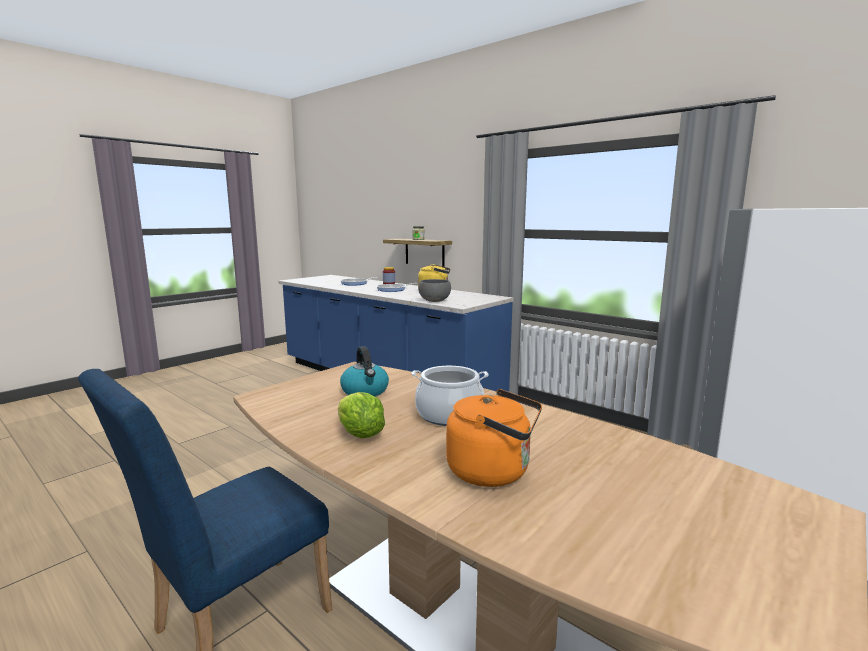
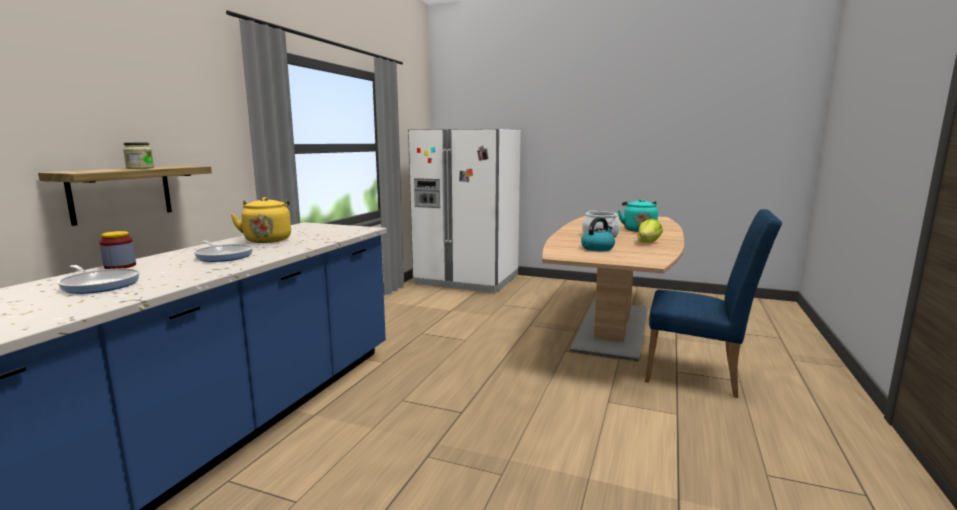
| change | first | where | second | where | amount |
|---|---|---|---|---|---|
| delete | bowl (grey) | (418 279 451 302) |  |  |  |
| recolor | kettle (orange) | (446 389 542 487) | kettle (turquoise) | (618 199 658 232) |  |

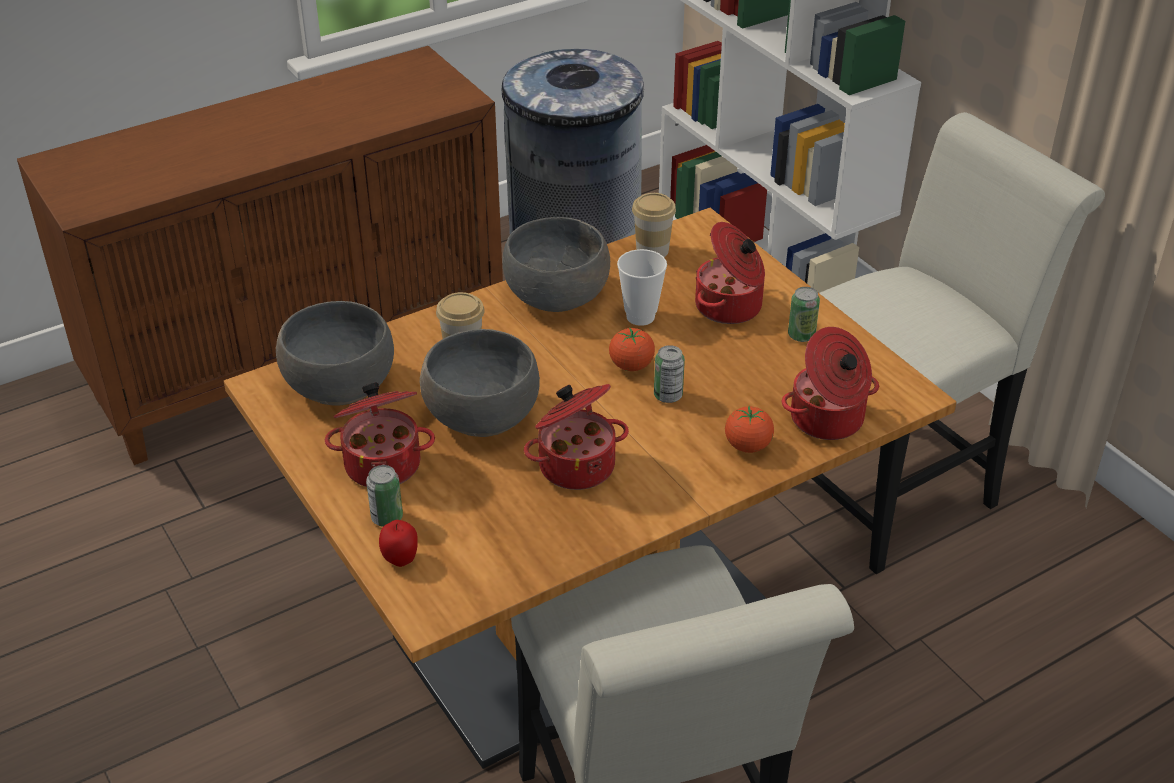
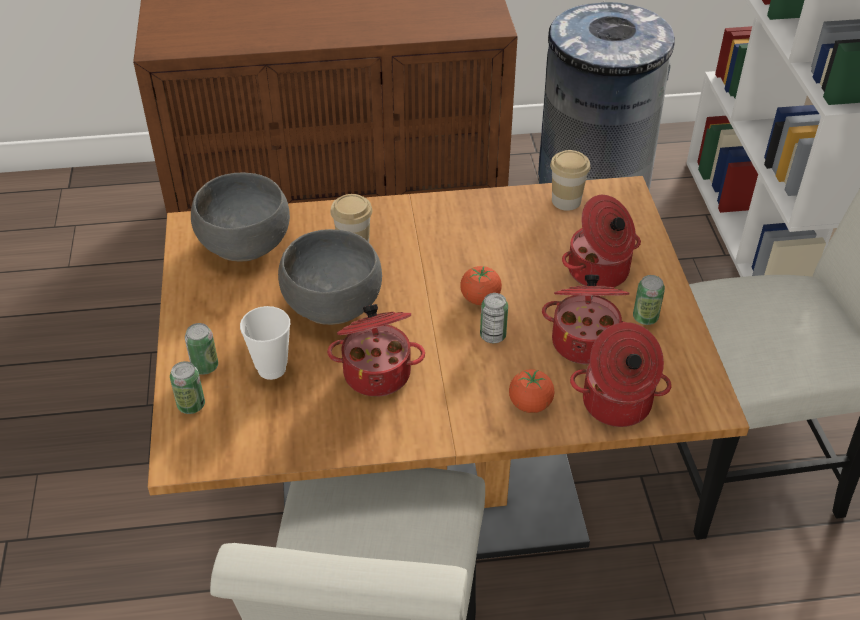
| change | first | where | second | where | amount |
|---|---|---|---|---|---|
| delete | bowl (grey) | (502 217 610 312) |  |  |  |
| move | cooking pot | (325 382 435 487) |  | (542 275 630 365) |  |
| move | cup | (617 249 667 326) |  | (240 306 290 380) |  |
| replace | apple | (379 520 418 567) | can | (170 361 205 414) |  |

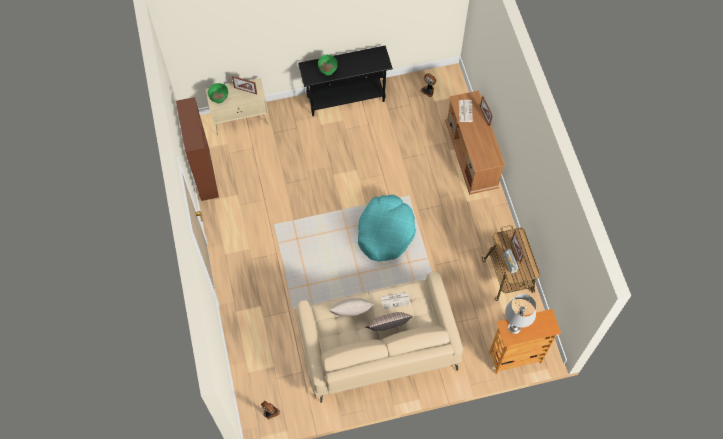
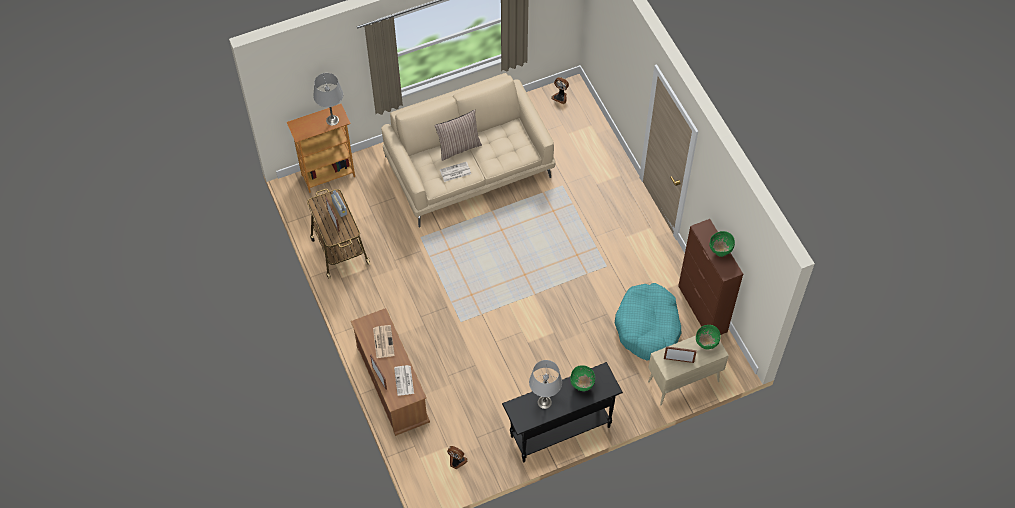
| change | first | where | second | where | amount |
|---|---|---|---|---|---|
| delete | pillow (beige) | (330 298 374 316) |  |  |  |
| insert |  |  | newspaper | (373 325 395 358) |  |
| insert |  |  | table lamp (grey) | (529 360 562 409) |  |
| insert |  |  | bowl (green) | (710 231 735 257) |  |
| move | dog bed (turquoise) | (358 195 416 262) |  | (615 283 682 361) |  |

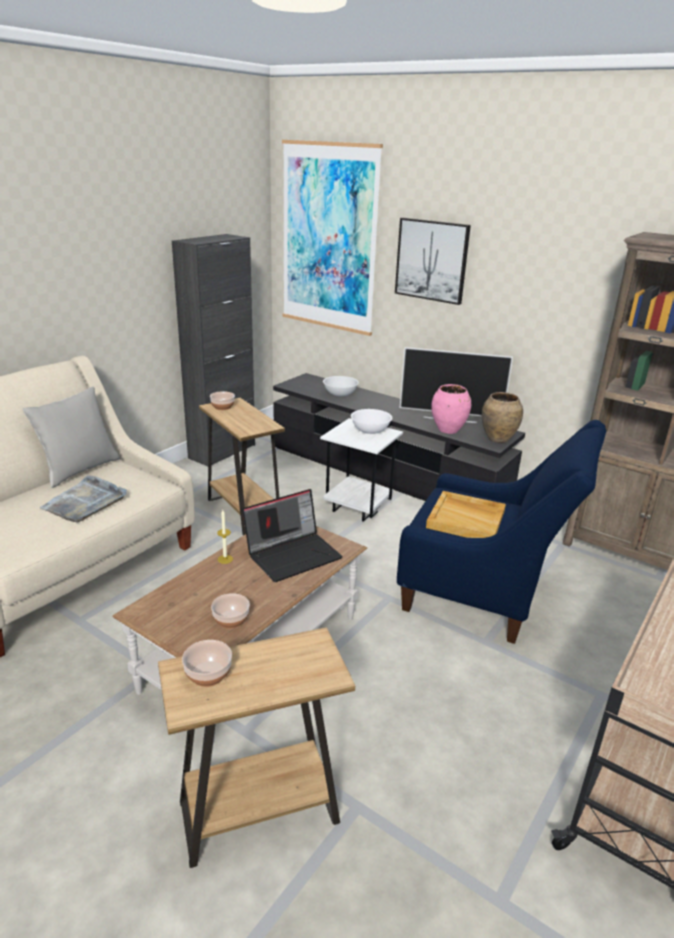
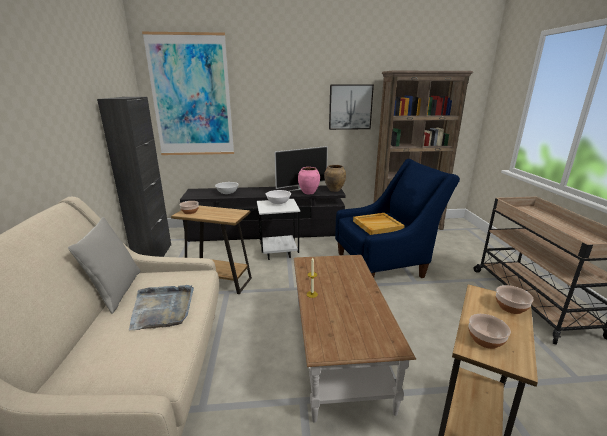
| change | first | where | second | where | amount |
|---|---|---|---|---|---|
| delete | laptop | (242 489 343 582) |  |  |  |
| move | bowl | (211 593 250 628) |  | (496 285 534 314) |  |
| move | picture | (395 218 471 305) |  | (329 85 374 130) |  |

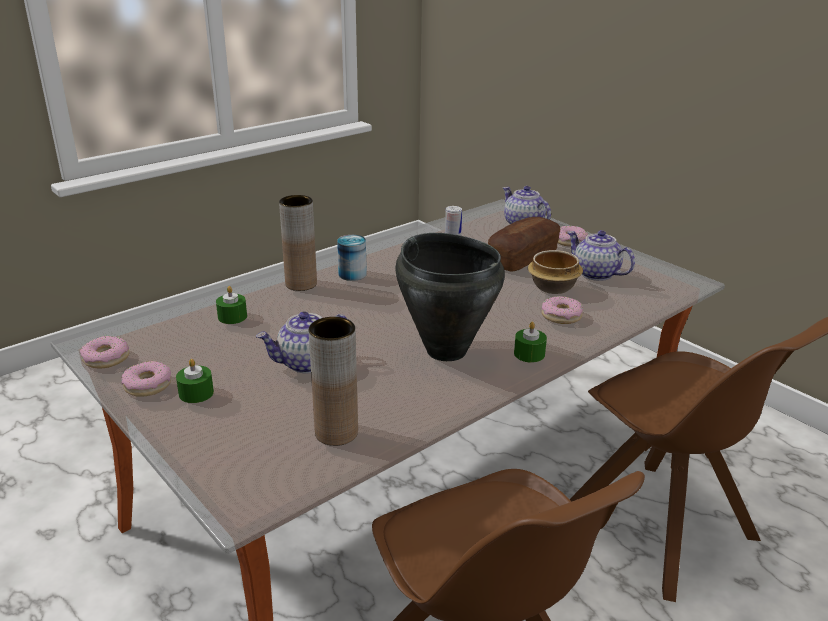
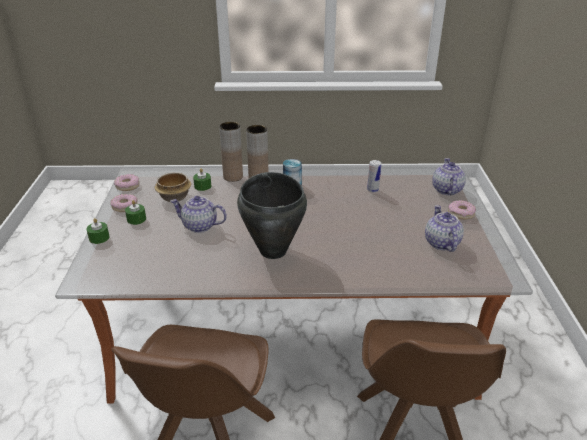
| change | first | where | second | where | amount |
|---|---|---|---|---|---|
| delete | bread | (488 217 560 271) |  |  |  |
| delete | donut | (542 296 583 324) |  |  |  |
| move | vase (brown) | (309 317 358 446) |  | (219 122 243 182) |  |
| move | candle (green) | (514 322 547 363) |  | (87 218 110 244) |  |
| move | bowl | (528 250 583 294) |  | (155 172 191 202) |  |

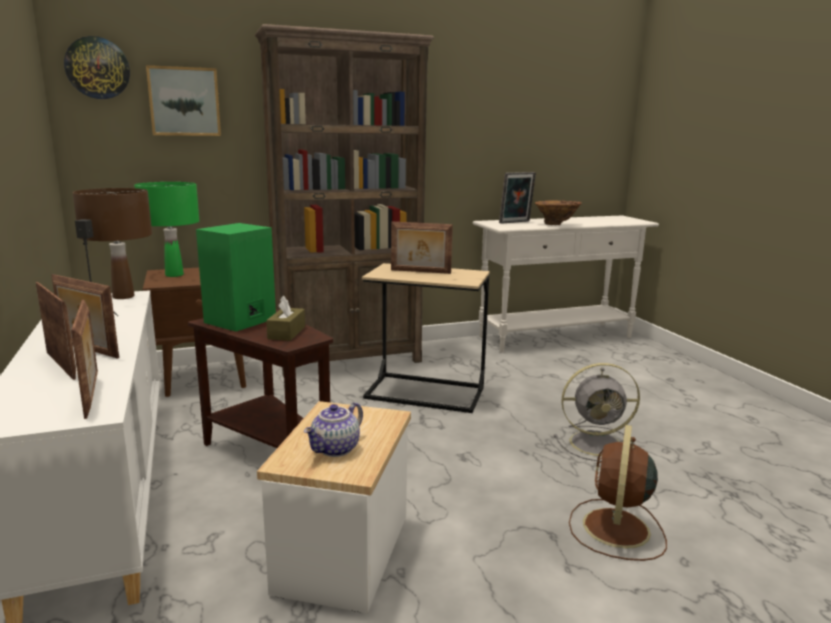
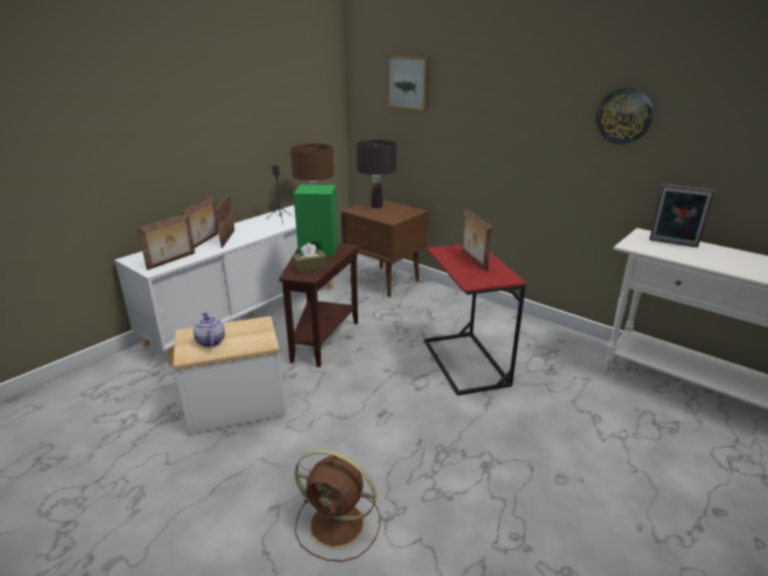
| change | first | where | second | where | amount |
|---|---|---|---|---|---|
| delete | bookcase (brown) | (255 24 434 377) |  |  |  |
| delete | vase (brown) | (535 200 582 225) |  |  |  |
| delete | fan (grey) | (554 363 640 462) |  |  |  |
| move | wall clock | (64 36 130 99) |  | (596 88 653 144) |  |
| recolor | table lamp (green) | (134 182 199 277) | table lamp (black) | (356 140 397 208) |  |
| recolor | side table (beige) | (362 263 490 413) | side table (red) | (424 244 526 396) |  |
| rotate | teapot | (304 402 363 457) |  | (193 312 225 347) | 60 degrees clockwise |
| rotate | fan (brown) | (569 425 667 561) |  | (295 449 381 562) | 150 degrees counterclockwise |

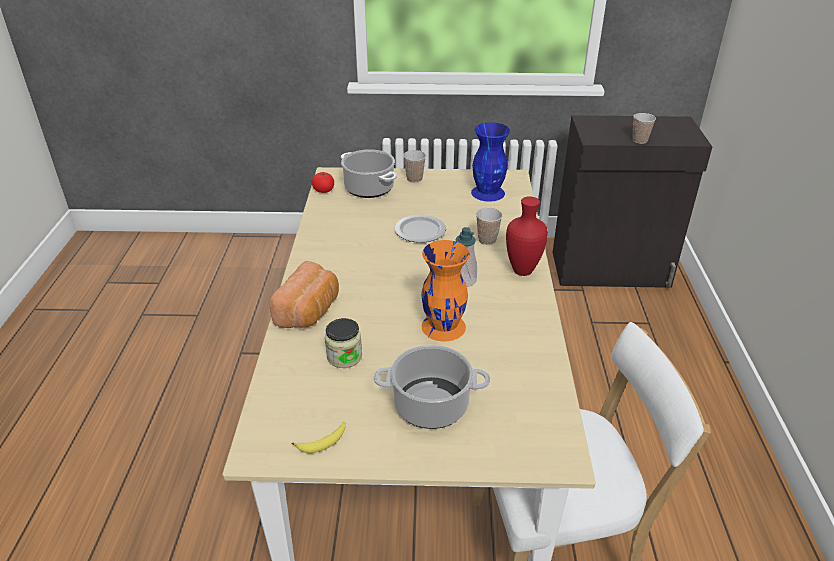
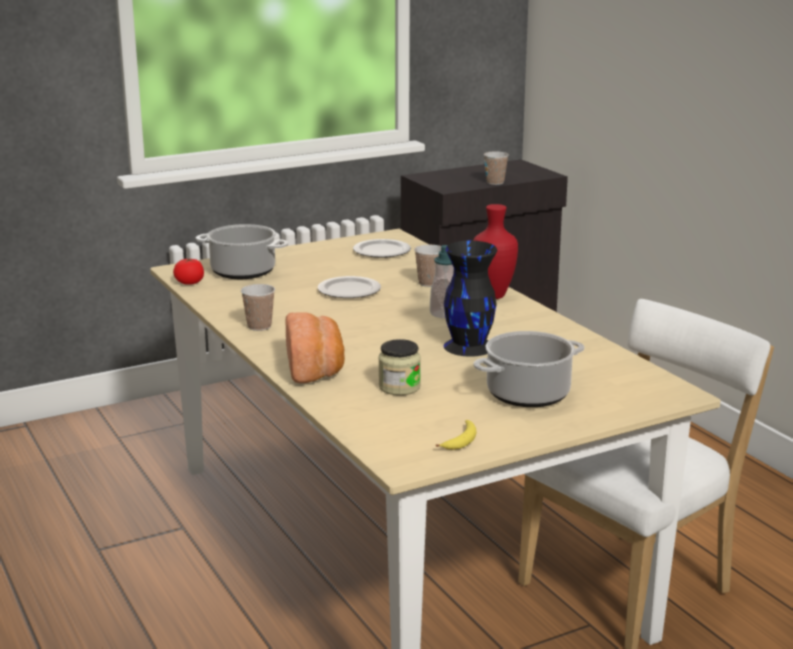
| change | first | where | second | where | amount |
|---|---|---|---|---|---|
| move | cup | (403 150 426 183) |  | (241 284 275 331) |  |
| replace | vase (blue) | (471 122 510 201) | plate | (353 239 411 258) |  |
| recolor | vase (orange) | (421 240 470 342) | vase (black) | (444 241 497 357) |  |

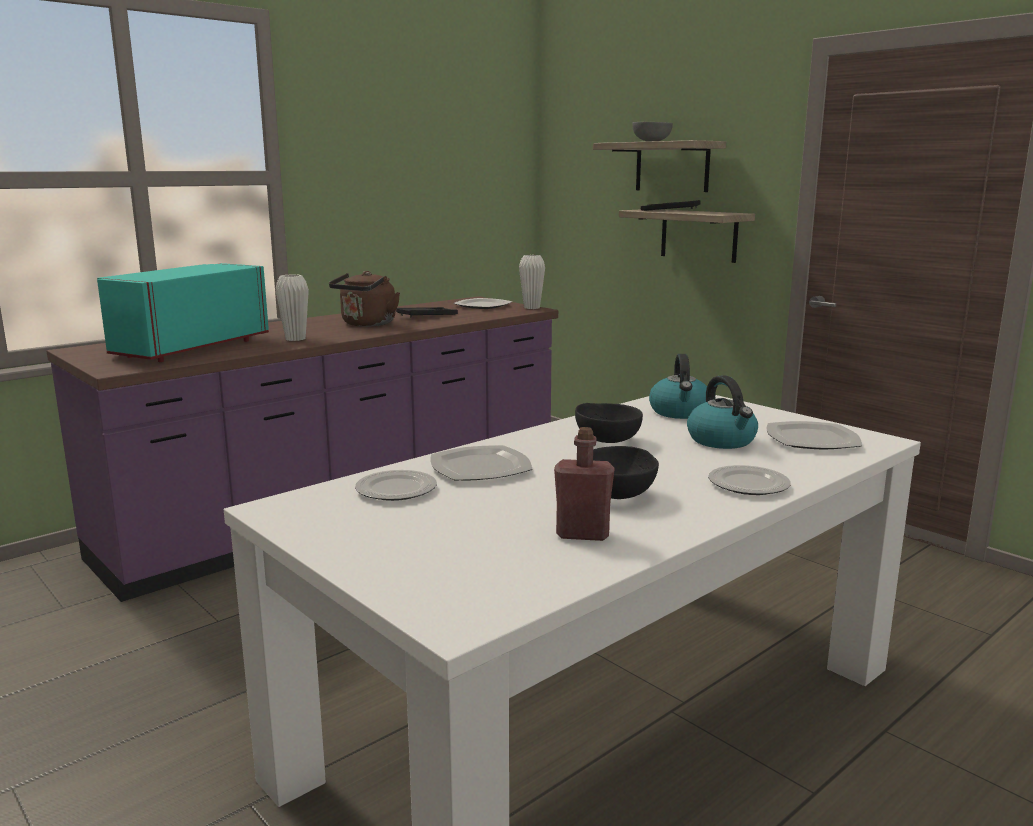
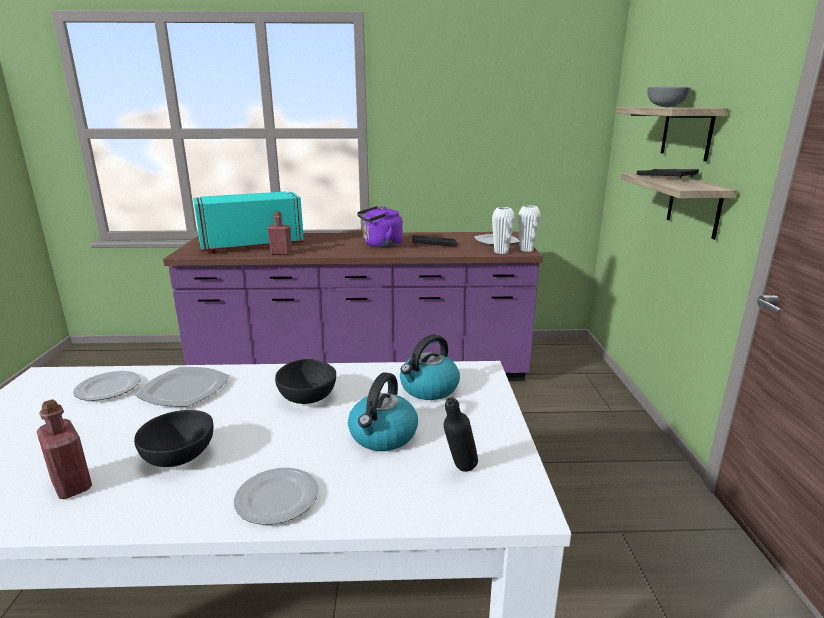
| change | first | where | second | where | amount |
|---|---|---|---|---|---|
| insert |  |  | bottle (red) | (267 211 292 255) |  |
| move | vase (white) | (275 274 309 341) |  | (492 207 515 254) |  |
| replace | plate | (767 421 862 449) | bottle (black) | (444 397 478 472) |  |
| recolor | kettle (brown) | (329 271 400 327) | kettle (purple) | (357 206 403 248) |  |

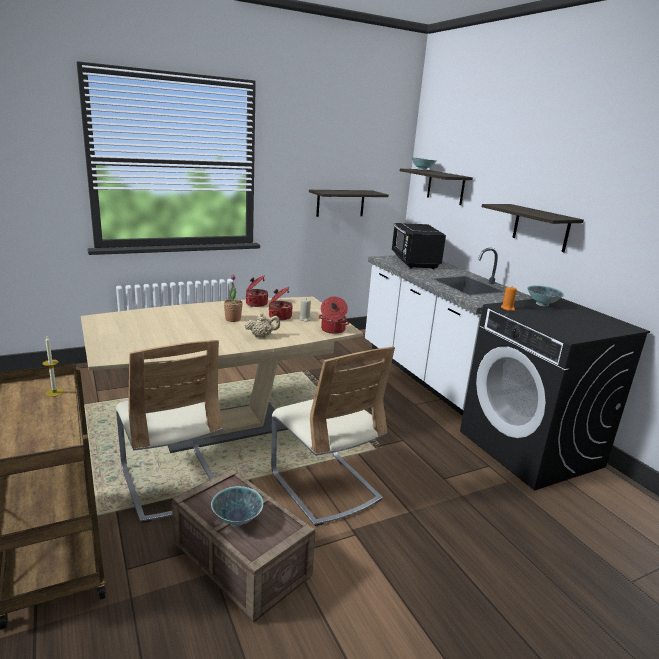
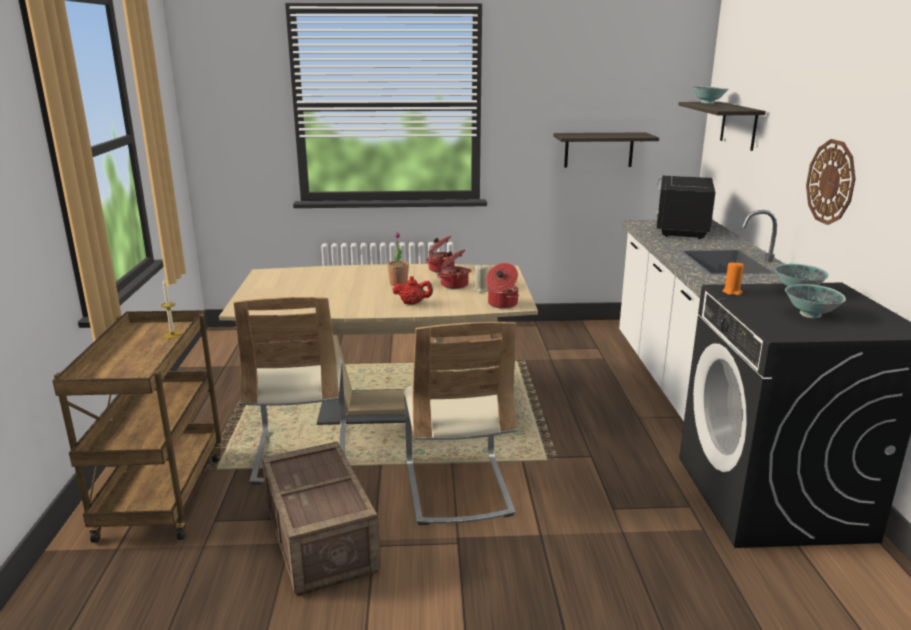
| change | first | where | second | where | amount |
|---|---|---|---|---|---|
| move | bowl | (211 486 263 526) |  | (785 284 846 318) |  |
| replace | shelf | (482 204 584 252) | wall clock | (806 139 856 225) |  |
| recolor | teapot (beige) | (245 313 280 338) | teapot (red) | (393 276 433 305) |  |

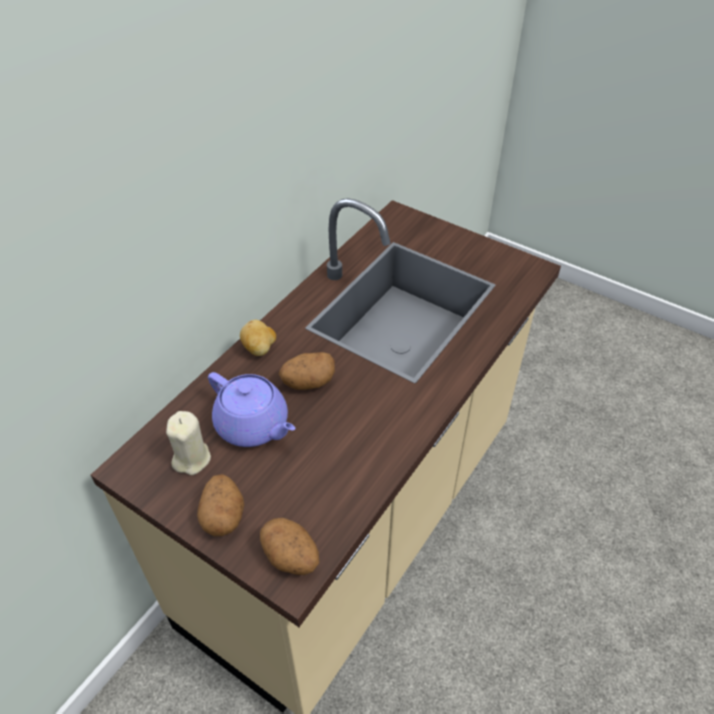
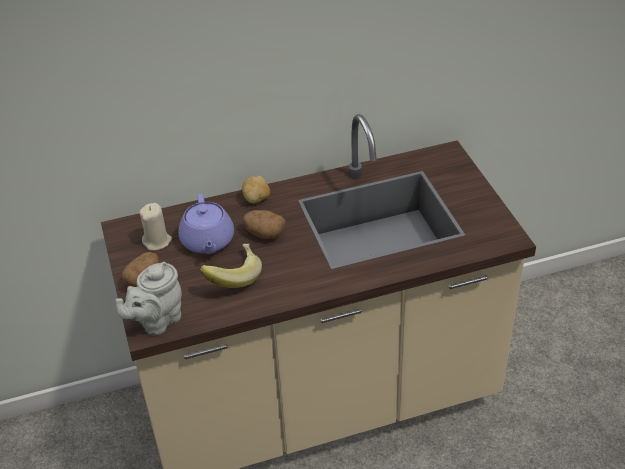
| change | first | where | second | where | amount |
|---|---|---|---|---|---|
| insert |  |  | banana | (200 244 262 288) |  |
| replace | potato | (260 518 319 575) | teapot (grey) | (115 262 182 336) |  |

